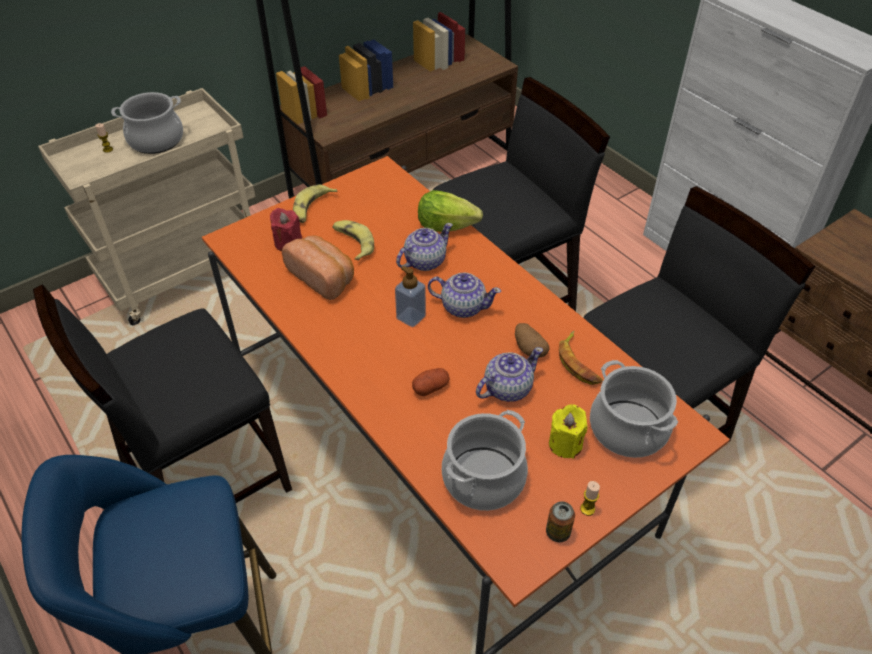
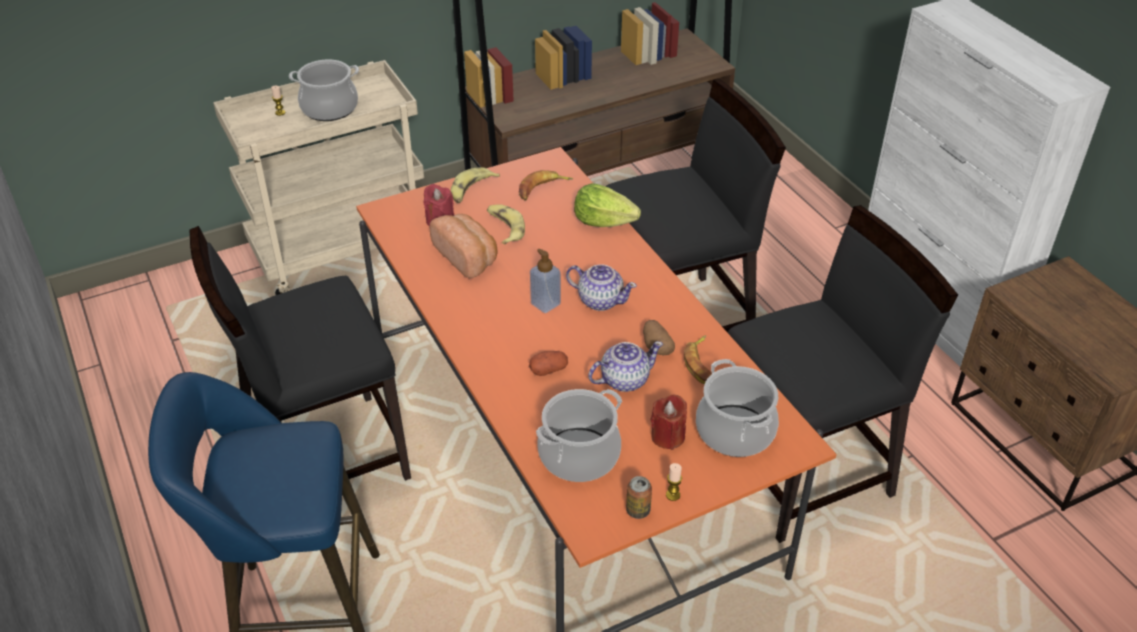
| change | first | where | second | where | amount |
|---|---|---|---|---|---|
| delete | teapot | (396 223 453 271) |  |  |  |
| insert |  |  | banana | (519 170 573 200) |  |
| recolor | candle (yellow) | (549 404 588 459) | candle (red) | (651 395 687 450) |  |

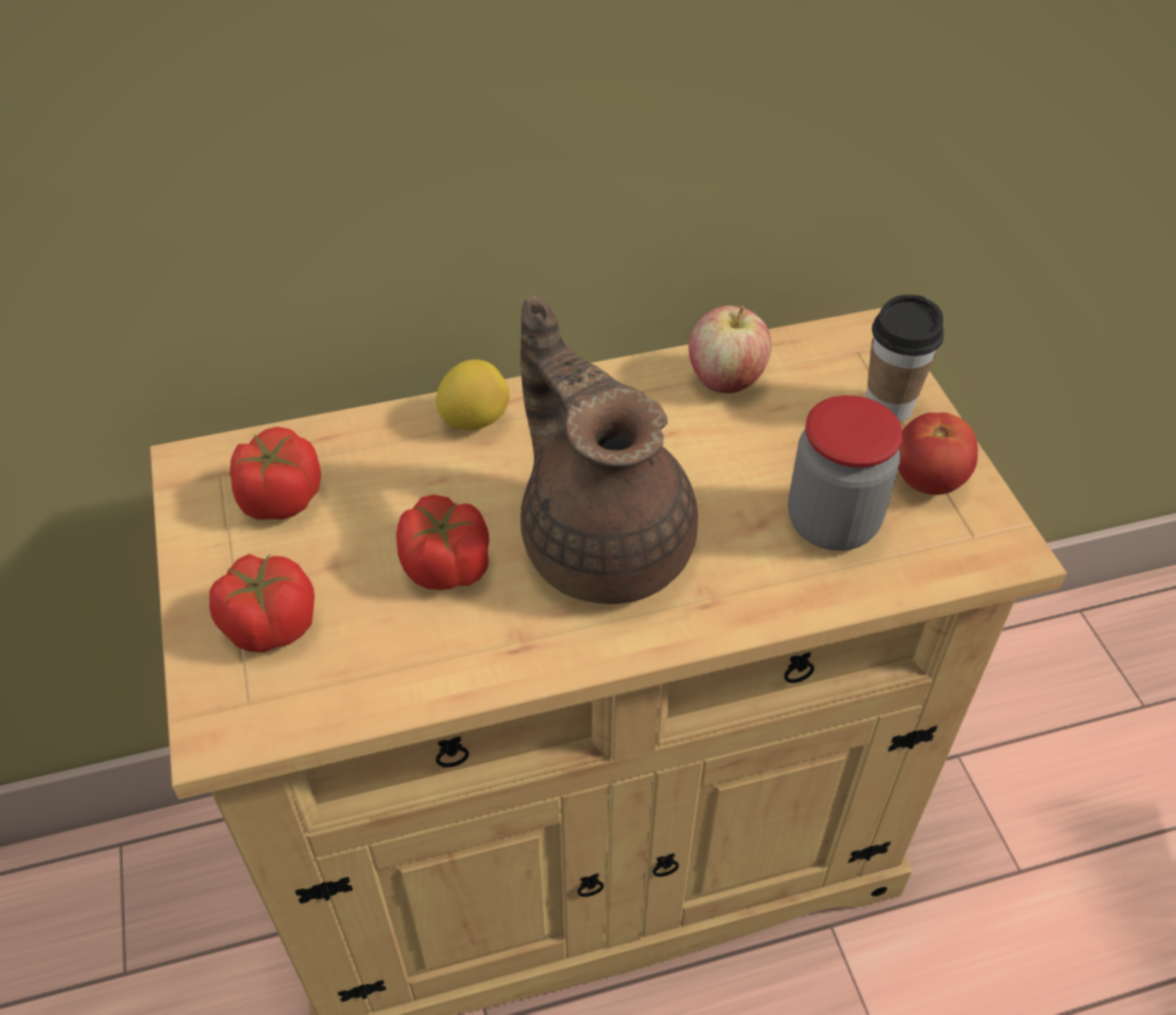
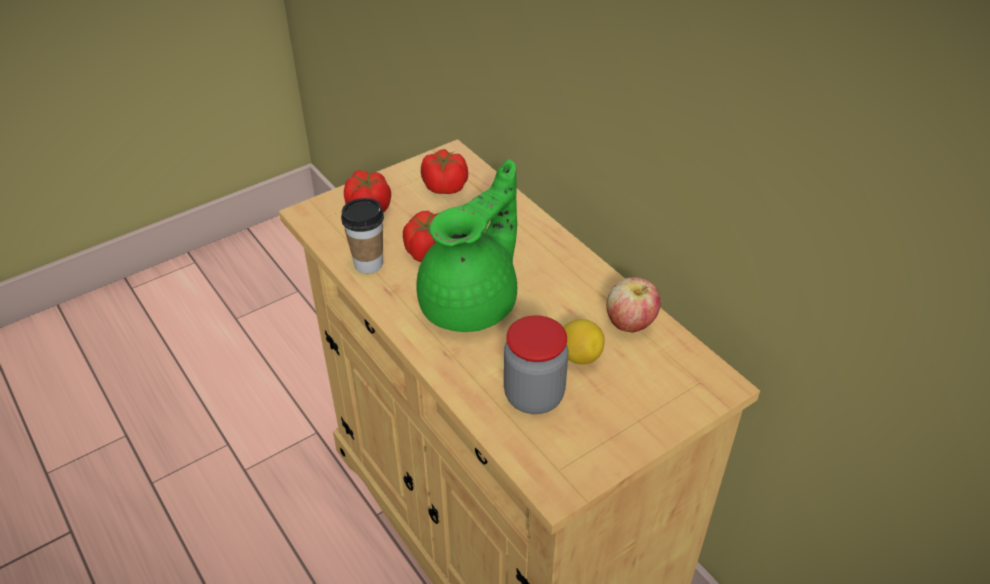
| change | first | where | second | where | amount |
|---|---|---|---|---|---|
| delete | tomato | (898 413 978 495) |  |  |  |
| move | lemon | (436 359 510 430) |  | (563 319 605 365) |  |
| move | cup | (866 295 944 422) |  | (341 198 384 274) |  |
| recolor | teapot (brown) | (520 296 698 604) | teapot (green) | (416 159 517 332) |  |

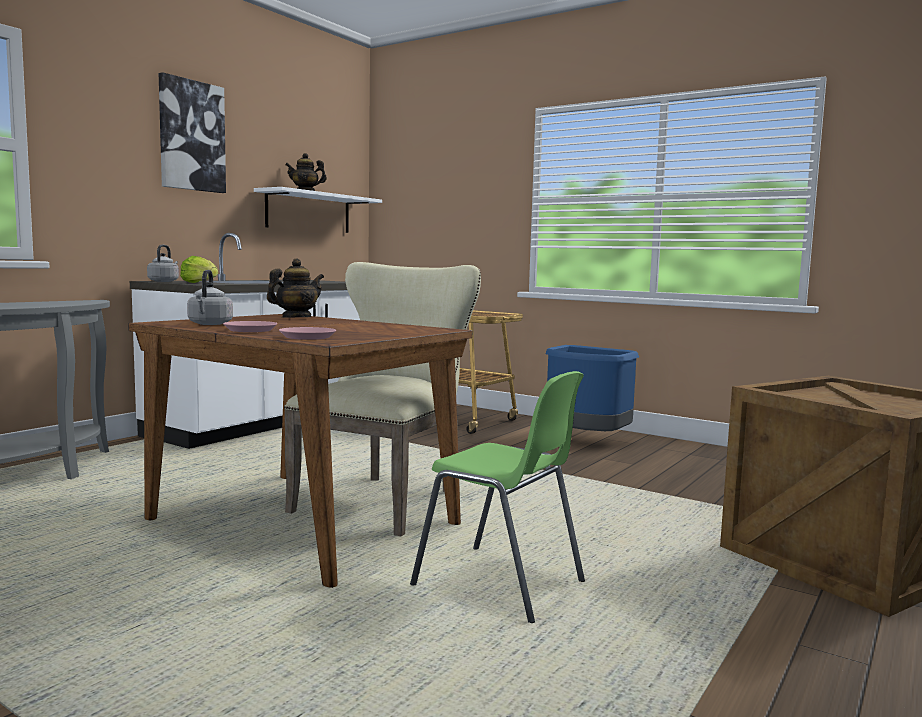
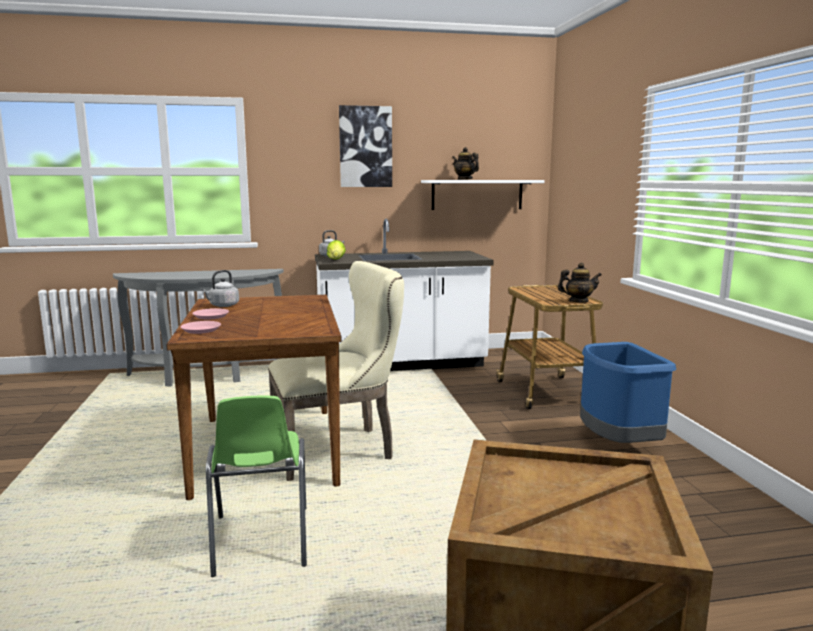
| change | first | where | second | where | amount |
|---|---|---|---|---|---|
| move | teapot | (267 258 324 317) |  | (557 262 602 302) |  |

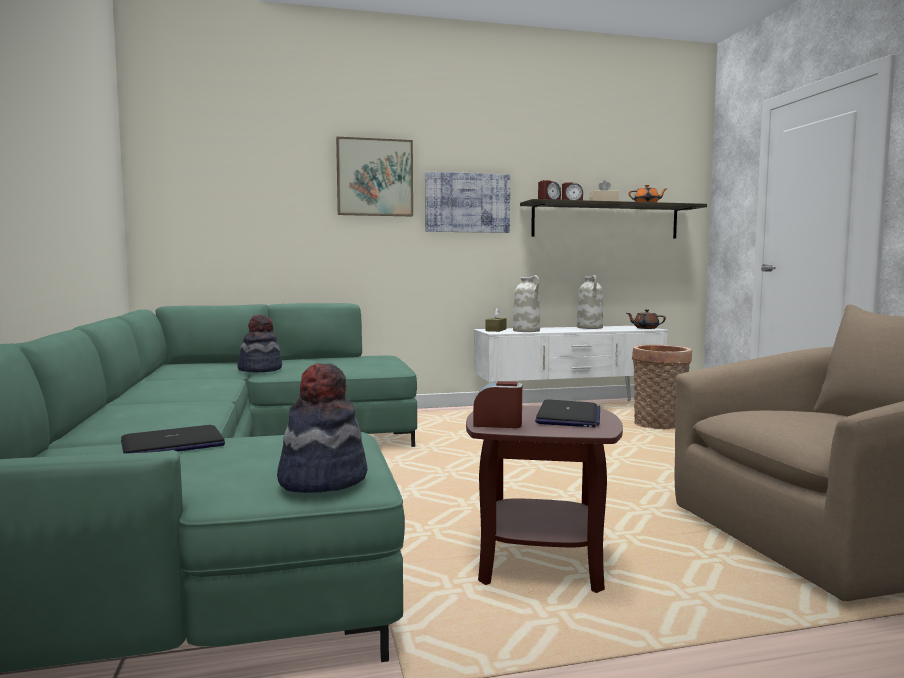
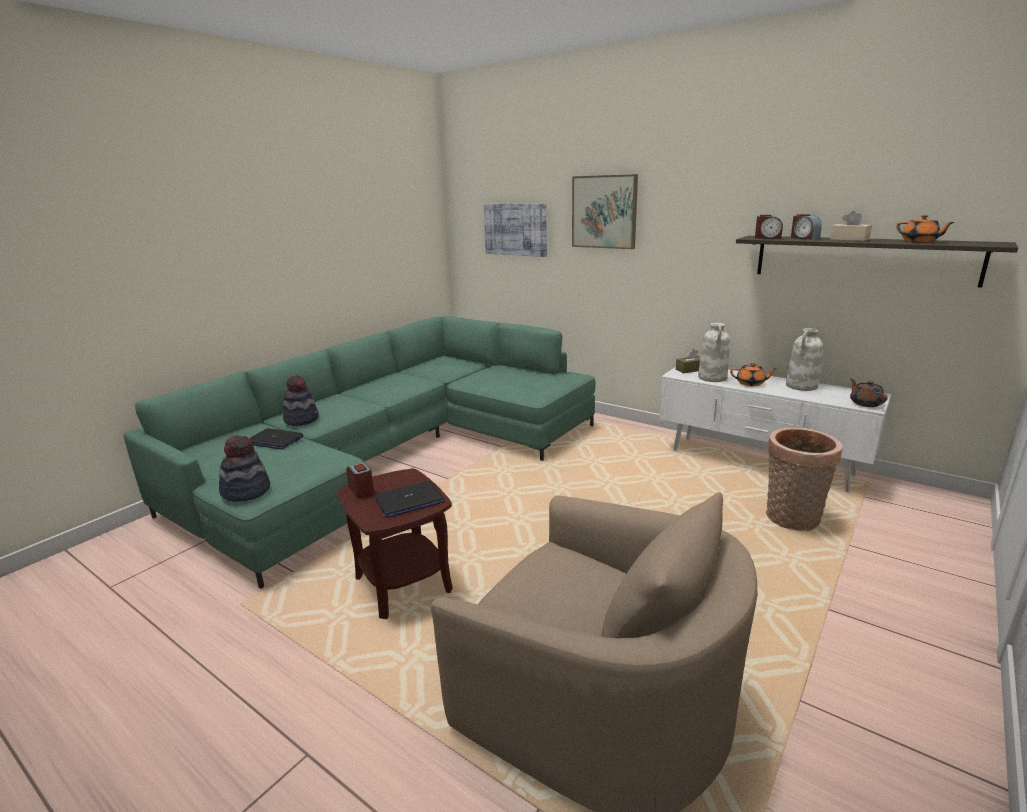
| change | first | where | second | where | amount |
|---|---|---|---|---|---|
| insert |  |  | teapot (orange) | (730 363 776 386) |  |
| move | hat | (237 315 282 372) |  | (283 375 319 426) |  |
| move | picture | (425 172 510 233) |  | (484 203 547 257) |  |

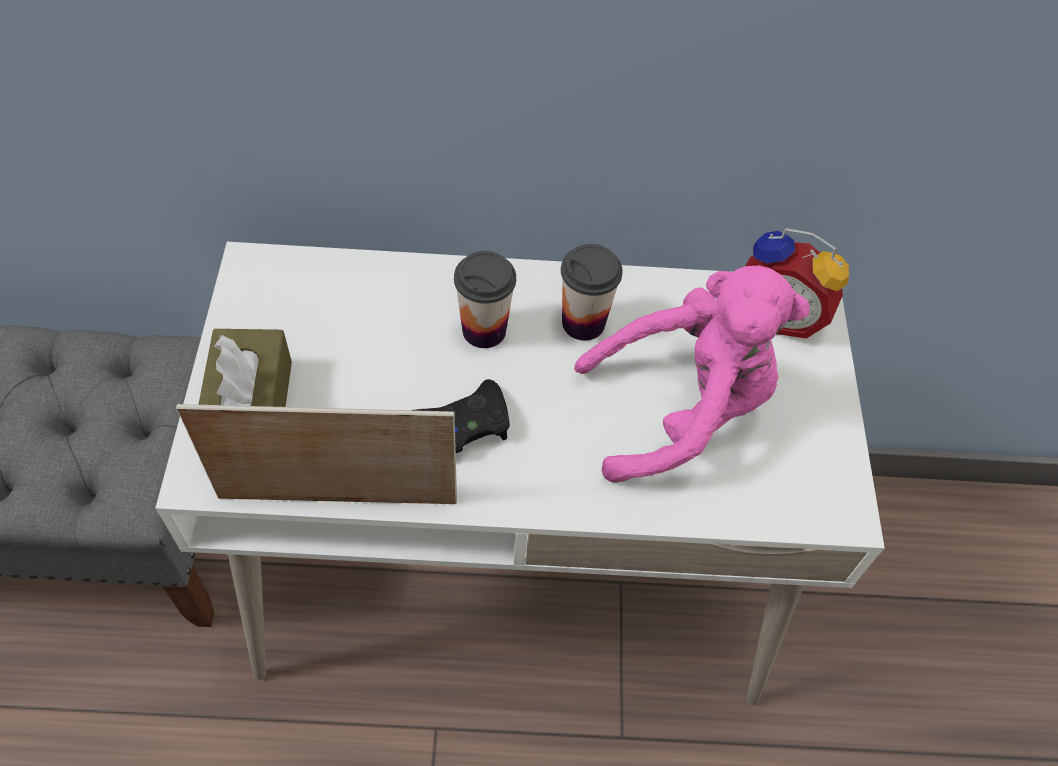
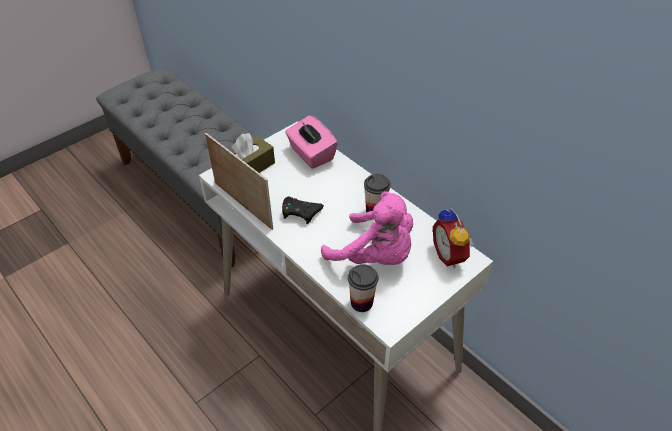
| change | first | where | second | where | amount |
|---|---|---|---|---|---|
| insert |  |  | tissue box (pink) | (285 115 338 169) |  |
| move | cup | (454 251 516 348) |  | (348 264 378 312) |  |

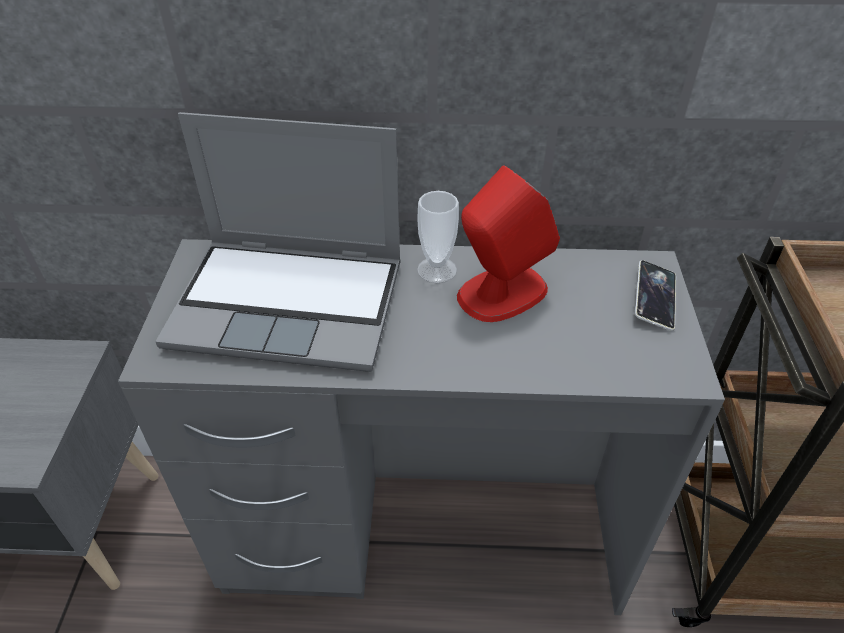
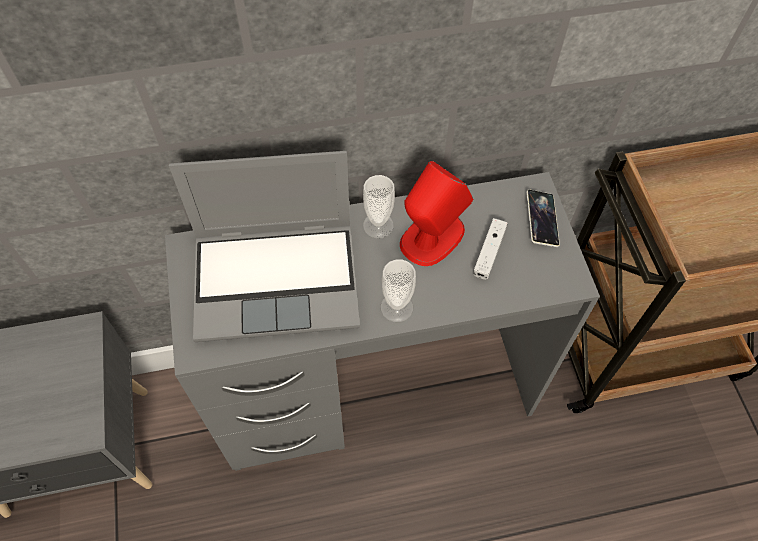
| change | first | where | second | where | amount |
|---|---|---|---|---|---|
| insert |  |  | cup | (381 260 416 322) |  |
| insert |  |  | game controller (white) | (473 218 508 280) |  |

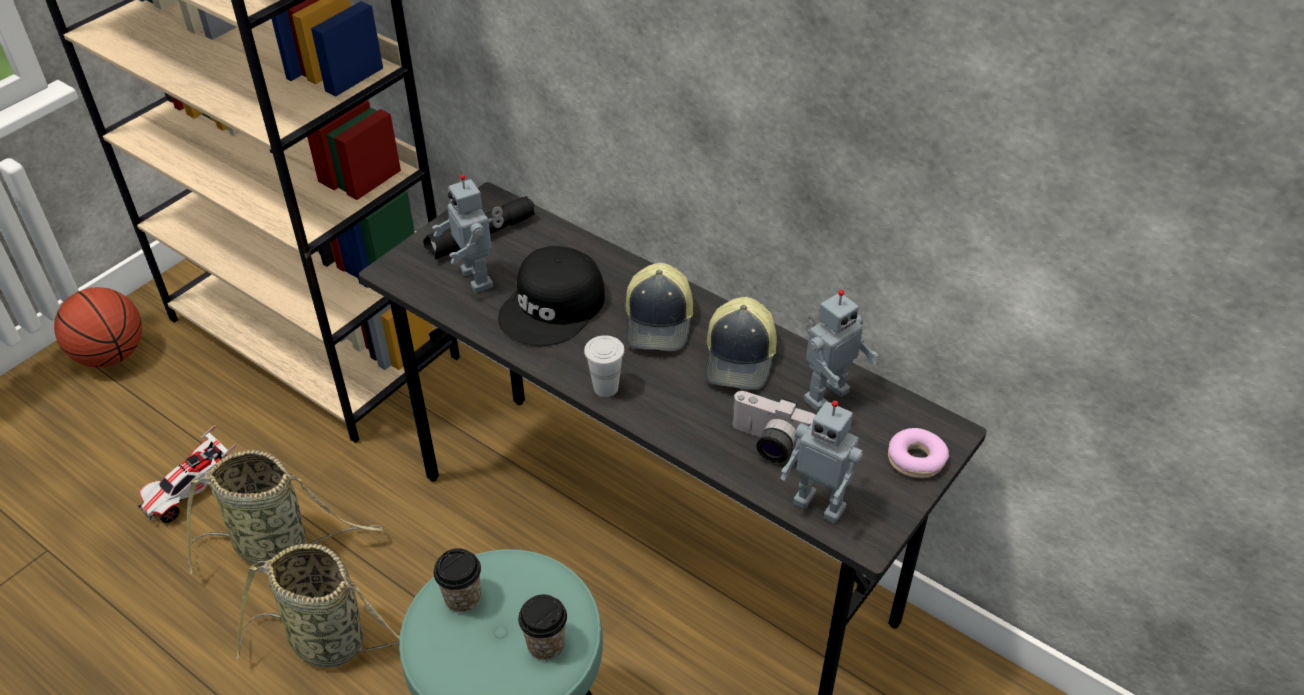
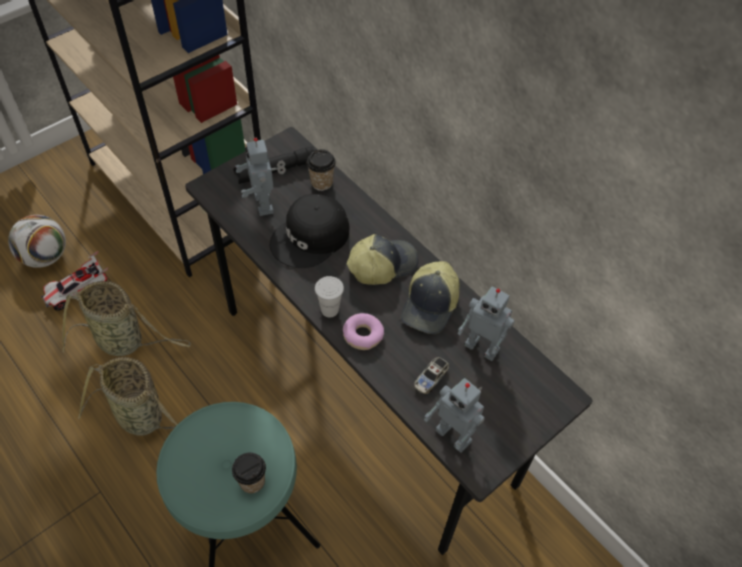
| change | first | where | second | where | amount |
|---|---|---|---|---|---|
| delete | basketball | (54 287 142 368) |  |  |  |
| insert |  |  | football | (8 215 66 268) |  |
| move | cup | (433 548 481 613) |  | (307 149 336 191) |  |
| move | donut | (888 428 949 478) |  | (343 313 384 350) |  |
| replace | photo camera | (732 391 816 462) | toy car | (414 357 449 394) |  |
| rotate | cap | (626 263 693 351) |  | (347 234 419 285) | 135 degrees counterclockwise |
| rotate | toy robot | (804 290 878 411) |  | (457 286 515 361) | 60 degrees clockwise |

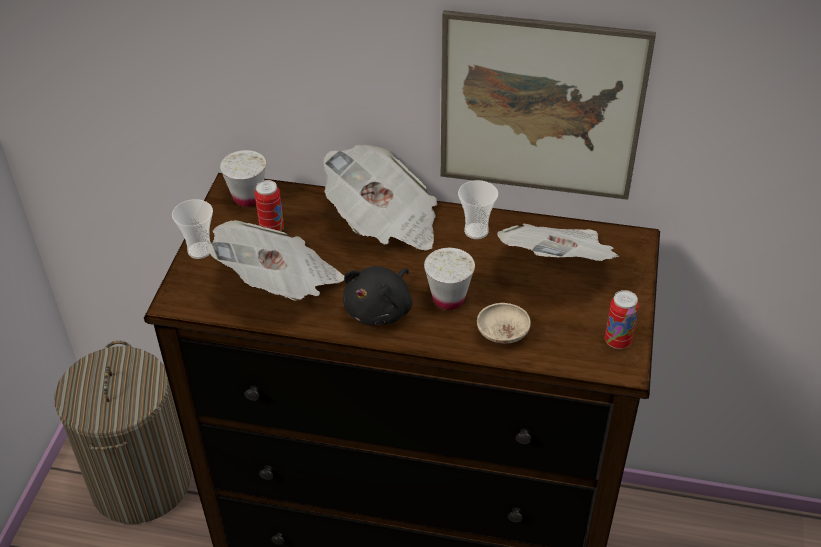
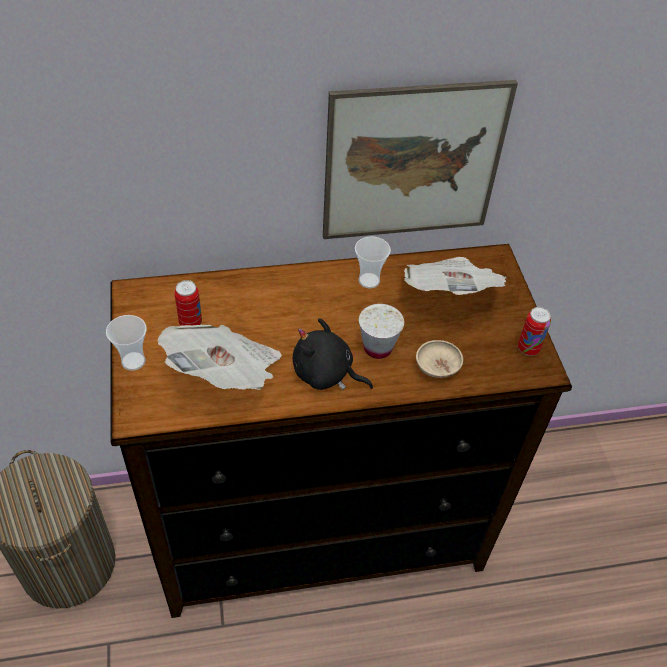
| change | first | where | second | where | amount |
|---|---|---|---|---|---|
| delete | cup (white) | (220 150 266 207) |  |  |  |
| delete | newspaper | (323 145 437 250) |  |  |  |
| rotate | plush toy (black) | (343 266 412 326) |  | (293 318 373 390) | 105 degrees clockwise |

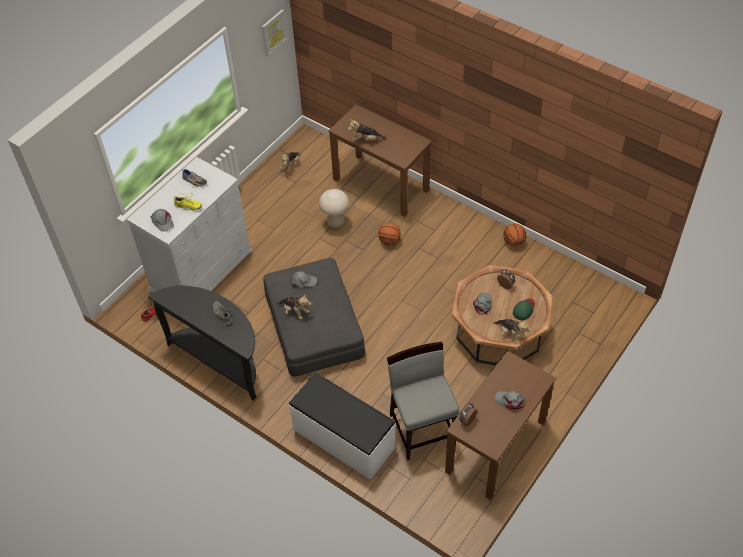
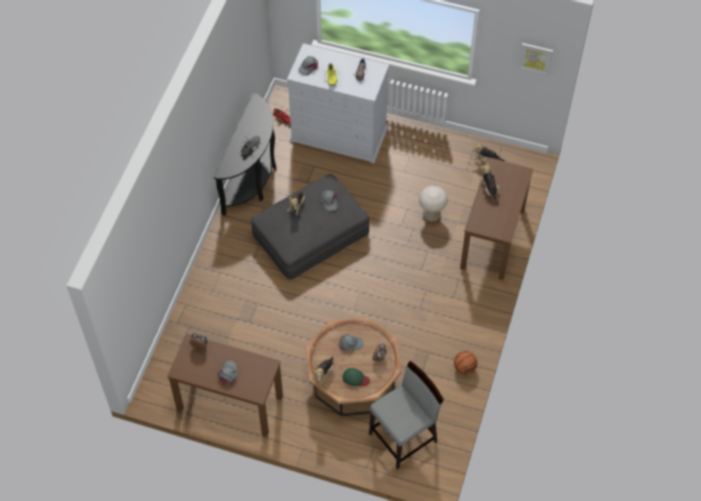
| change | first | where | second | where | amount |
|---|---|---|---|---|---|
| delete | bench (white) | (289 373 396 480) |  |  |  |
| delete | basketball | (378 223 401 245) |  |  |  |
| move | chair (grey) | (387 342 459 460) |  | (369 361 444 469) |  |

